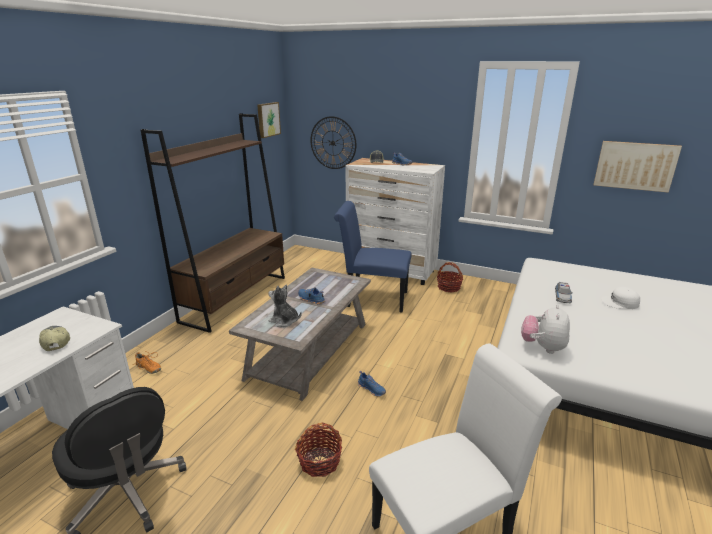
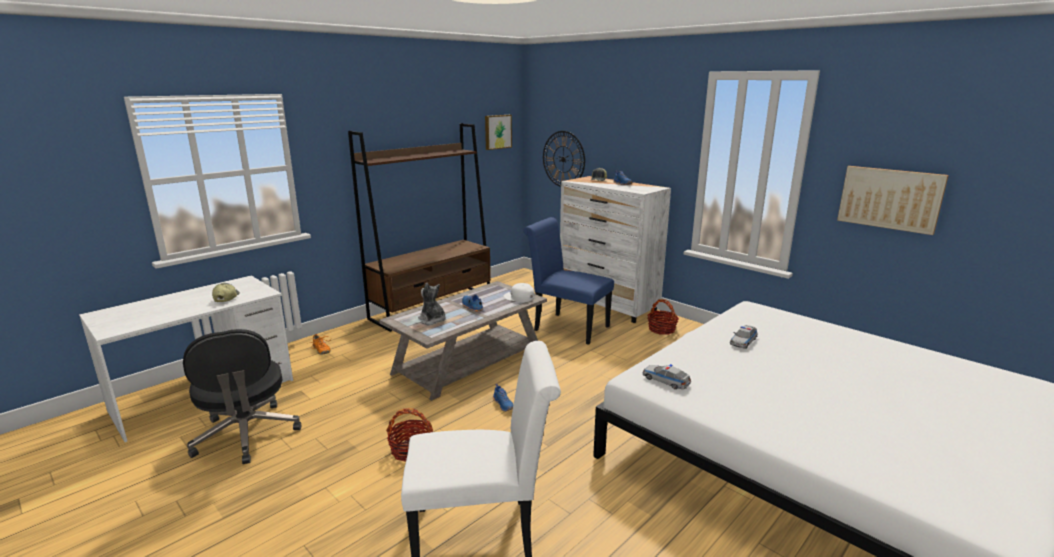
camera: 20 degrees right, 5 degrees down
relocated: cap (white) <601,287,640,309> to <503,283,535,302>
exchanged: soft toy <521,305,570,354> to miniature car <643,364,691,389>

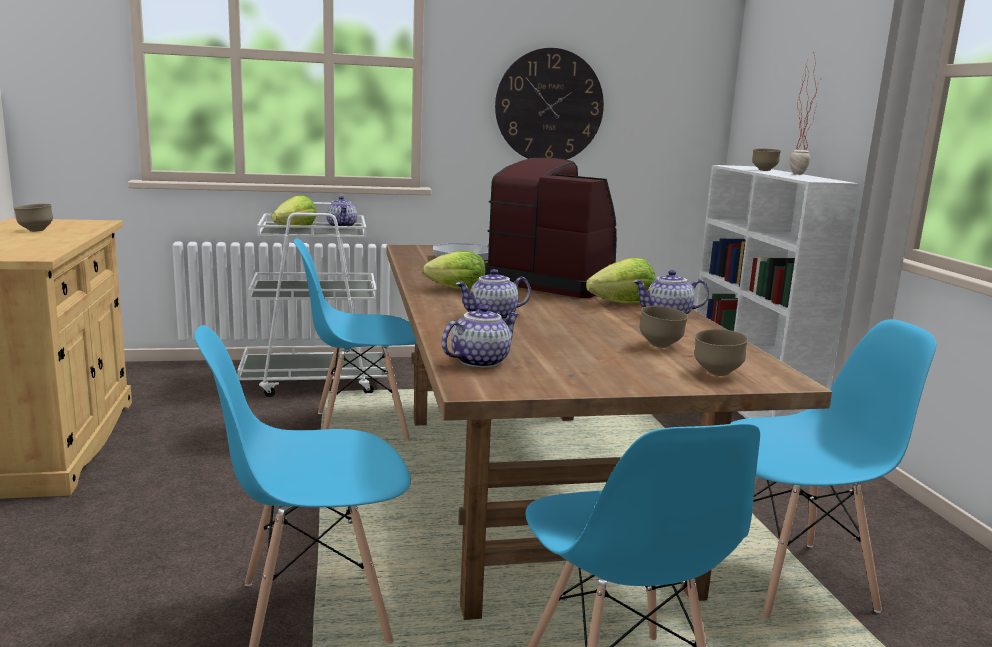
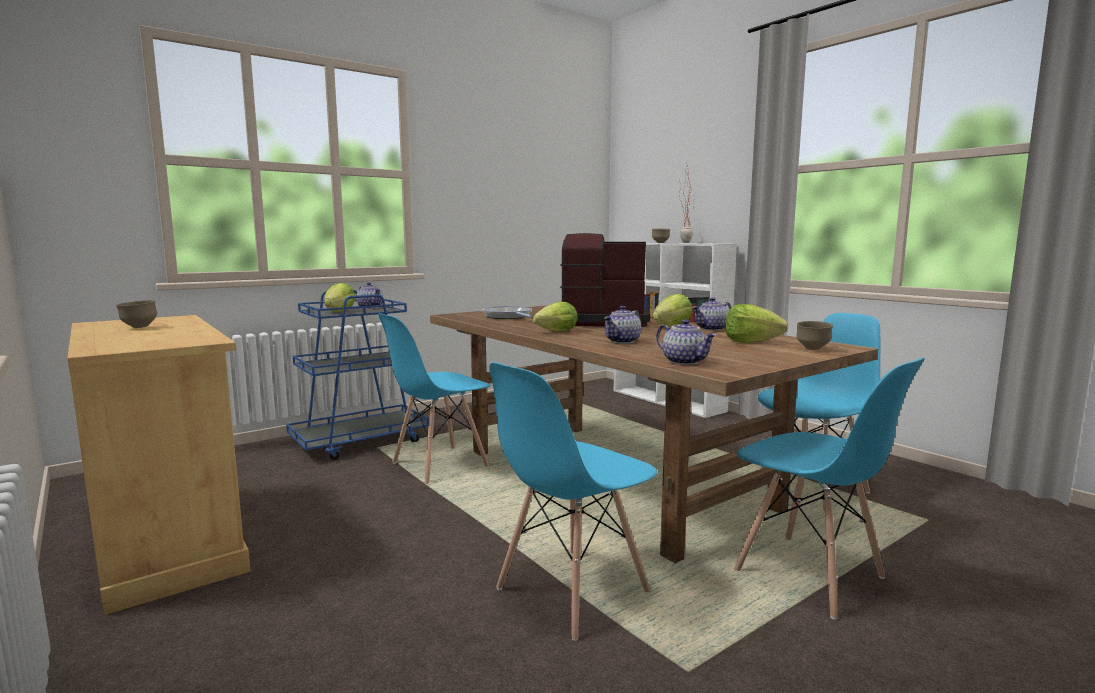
camera: 25 degrees left, 5 degrees down
missing: clock on the wall <495,48,604,160>
exchanged: deep dish (brown) <640,306,688,348> to head of lettuce <725,304,788,343>
colour: trolley (white) <237,202,387,397> to trolley (bluish) <286,290,429,460>
spun: teapot <442,305,519,368> = <656,319,716,365> 120 degrees clockwise

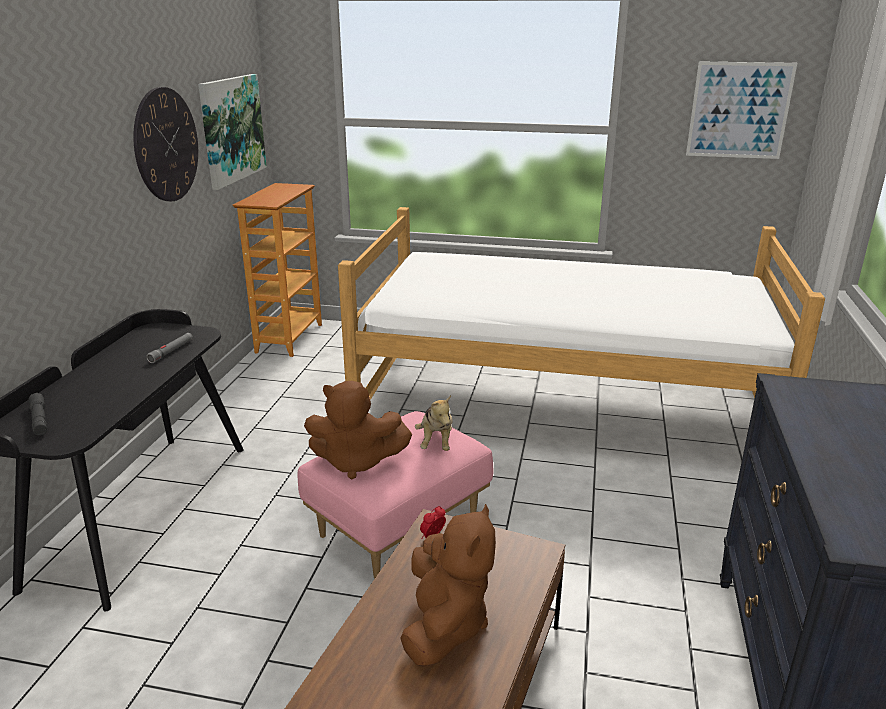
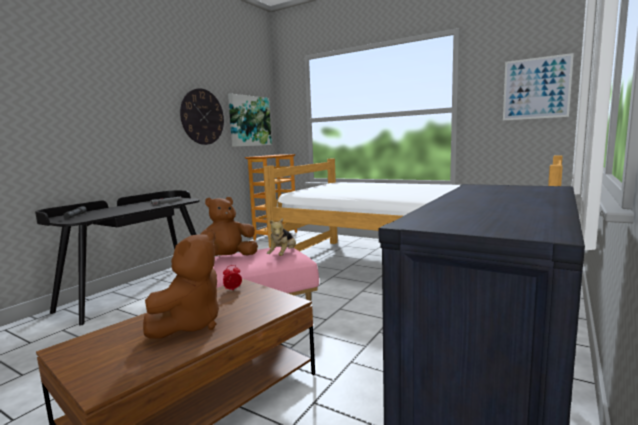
camera: 20 degrees right, 15 degrees down
spun: soft toy (brown) <304,381,412,480> = <200,197,258,256> 120 degrees clockwise

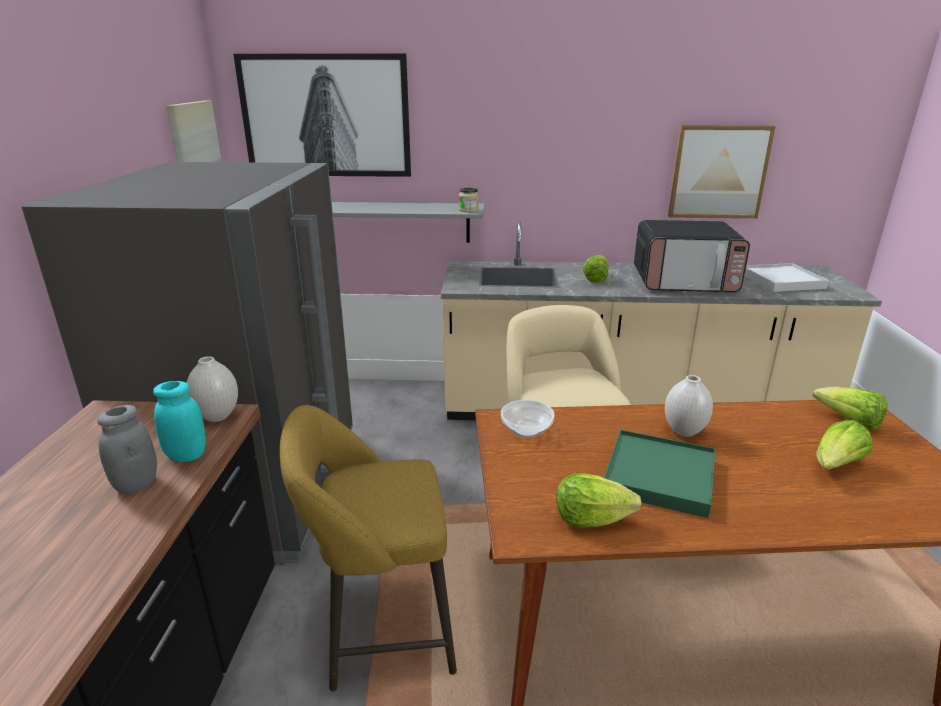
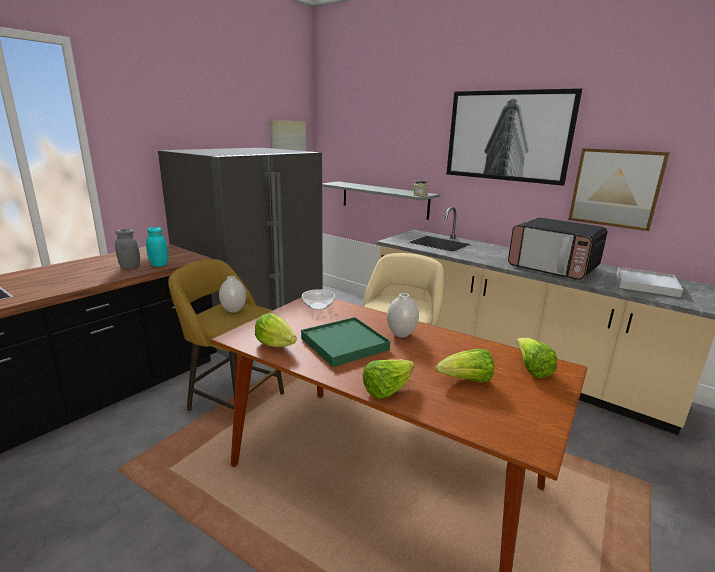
camera: 35 degrees right, 5 degrees down
relocated: vase (white) <187,356,238,422> to <219,276,246,313>; wall picture <233,53,411,177> to <447,88,582,186>; head of lettuce <583,255,609,283> to <362,359,414,399>

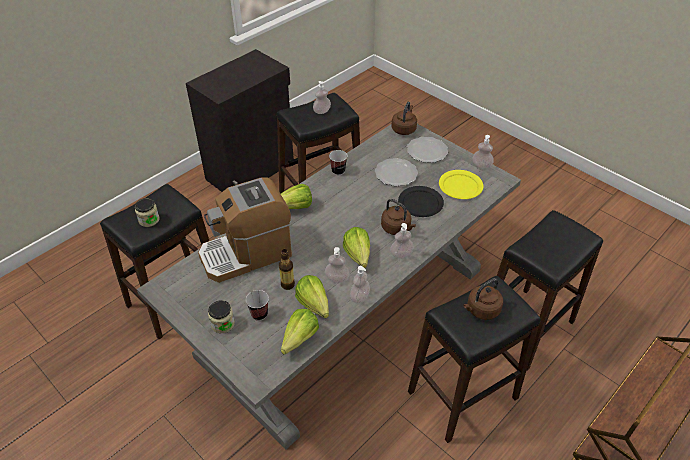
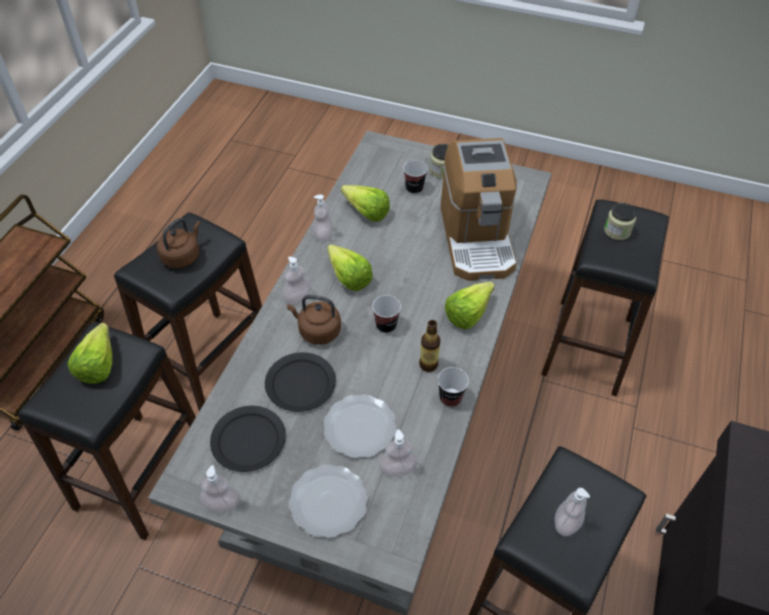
camera: 155 degrees right, 5 degrees up
missing: water kettle (brown) <391,101,417,135>
appeared: drinking cup <372,295,401,333>
relocated: drink bottle <279,249,295,290> to <419,320,440,372>; head of lettuce <281,309,319,355> to <67,323,112,384>; soap bottle <325,247,350,283> to <379,429,417,477>
colour: plate (yellow) <439,170,483,199> to plate (black) <210,406,286,472>
spun: coffee machine <198,177,292,283> = <441,138,517,281> 135 degrees clockwise

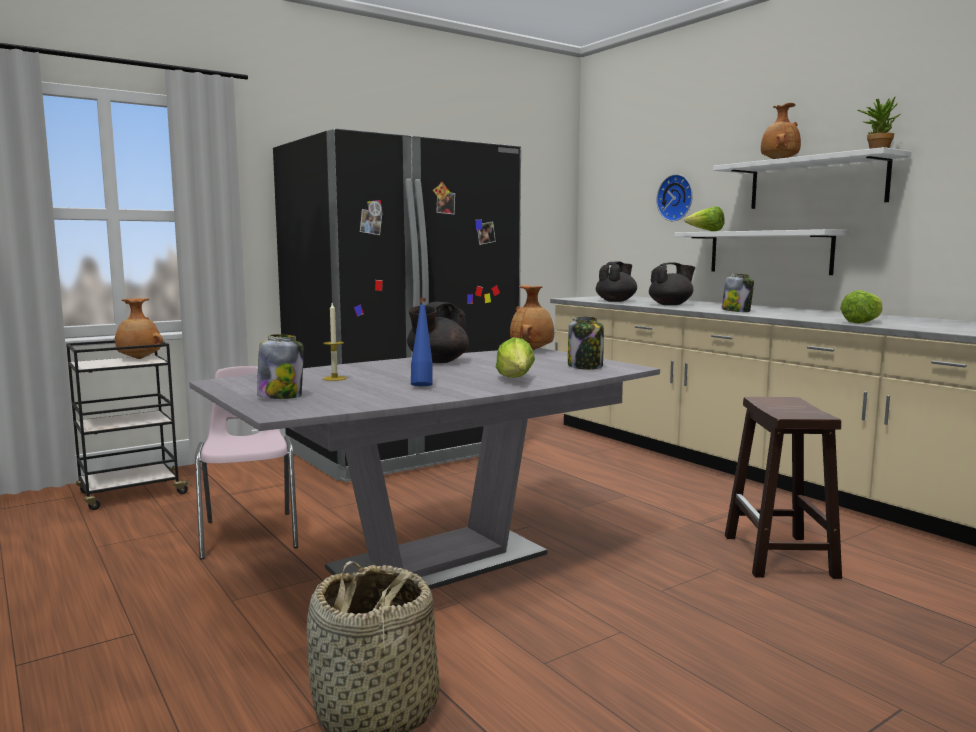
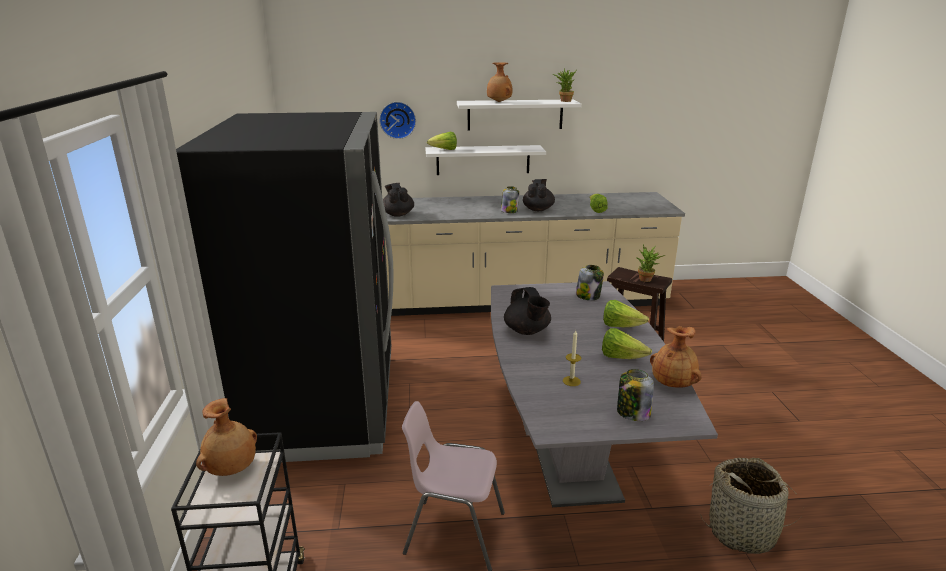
camera: 60 degrees left, 15 degrees up
appeared: plant in a pot <636,245,665,282>
relocated: vase (brown) <510,285,554,350> to <650,326,702,388>; teapot (black) <649,262,695,305> to <523,179,555,211>
exchanged: drink bottle (bluish) <411,298,433,386> to head of lettuce <602,328,652,359>

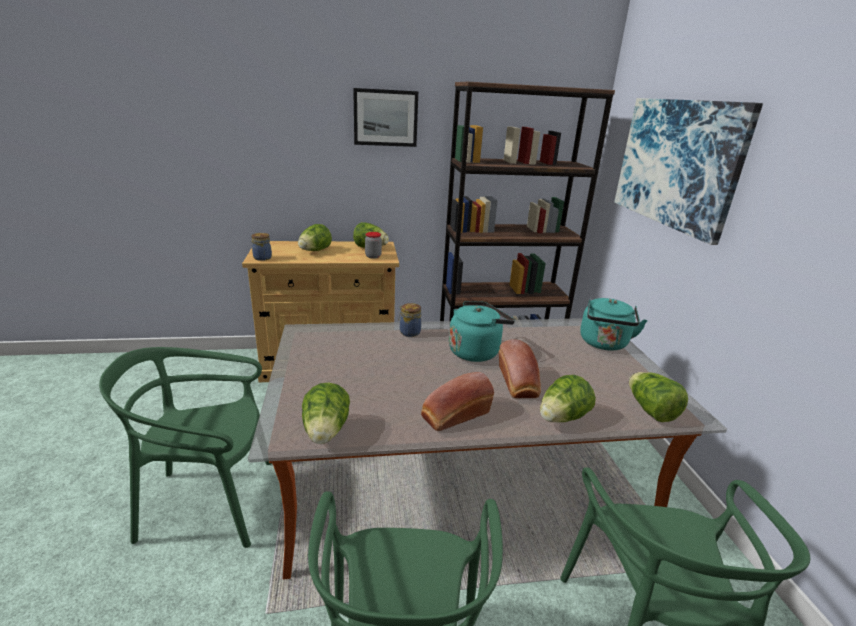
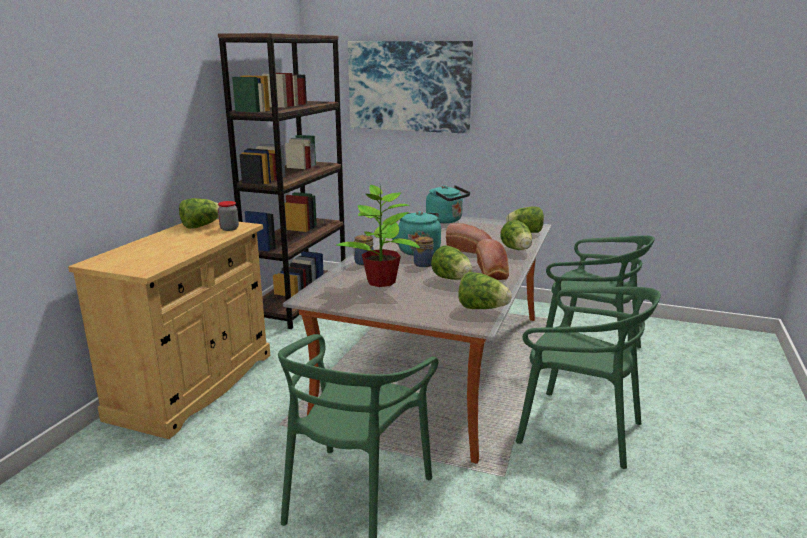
camera: 60 degrees left, 5 degrees down
missing: wall picture <353,88,418,147>
appeared: plant in a pot <336,185,420,287>
relocated: storage jar <251,233,272,261> to <412,236,434,267>; head of lettuce <298,224,332,251> to <431,245,473,280>

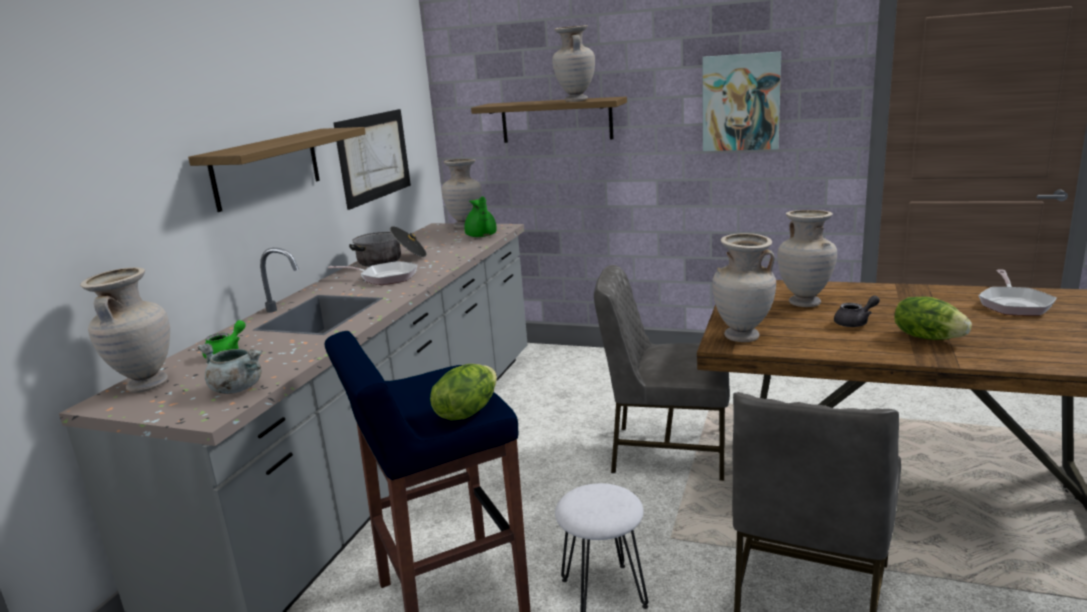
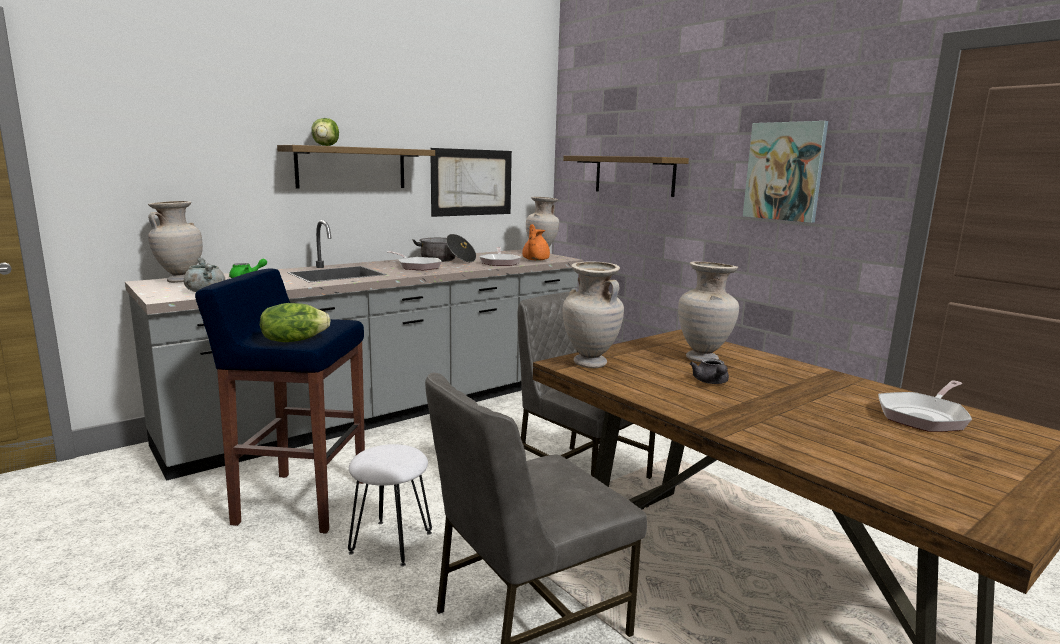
camera: 30 degrees right, 5 degrees down
missing: vase (beige) <552,25,595,102>
appeared: skillet <479,247,521,266>
relocated: head of lettuce <894,296,972,340> to <311,118,339,146>
colour: teapot (green) <464,196,497,237> to teapot (orangey) <522,224,550,261>
spun: teapot (grey) <834,295,880,327> = <690,358,729,384> 75 degrees clockwise

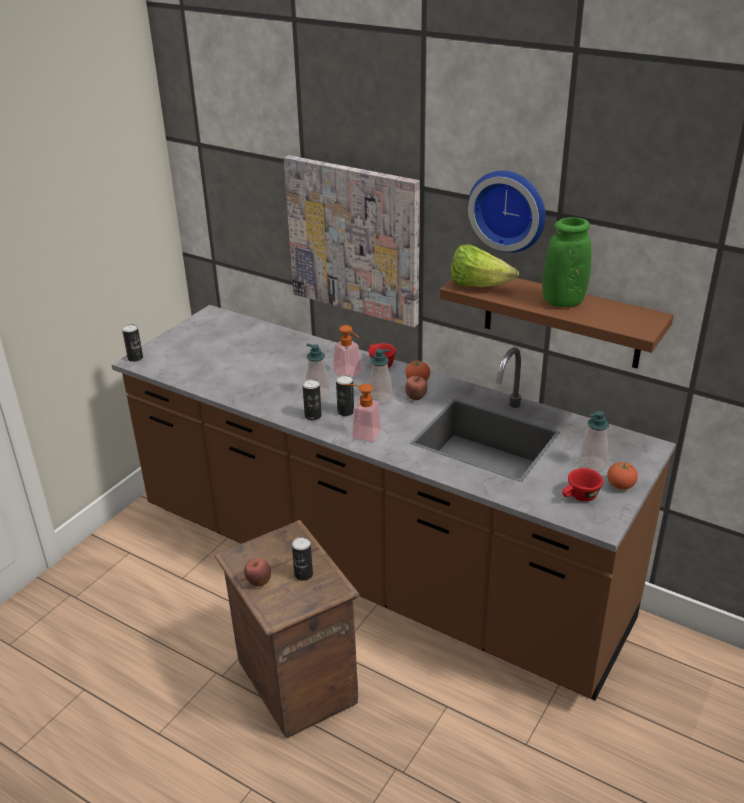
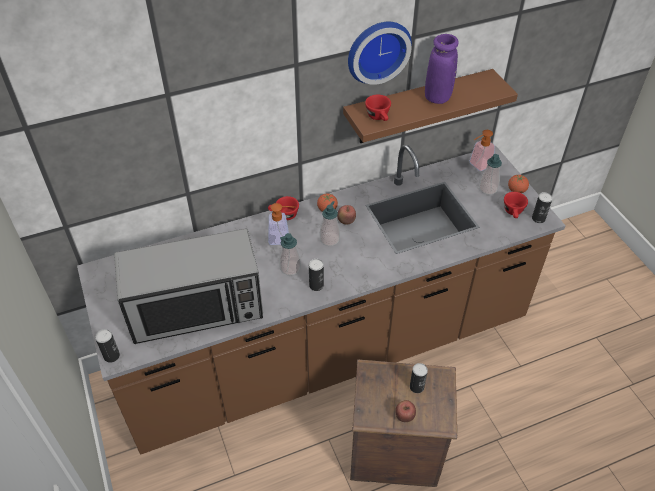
camera: 55 degrees left, 15 degrees up
missing: wall picture <284,155,420,327>
appeared: microwave <114,229,263,344>
relocated: metal can <336,375,354,416> to <532,192,553,223>; soap bottle <343,384,382,443> to <470,130,495,171>
exchanged: head of lettuce <451,244,519,287> to drinking cup (reddish) <365,95,391,121>
colour: vase (green) <542,217,591,307> to vase (purplish) <425,34,459,104>

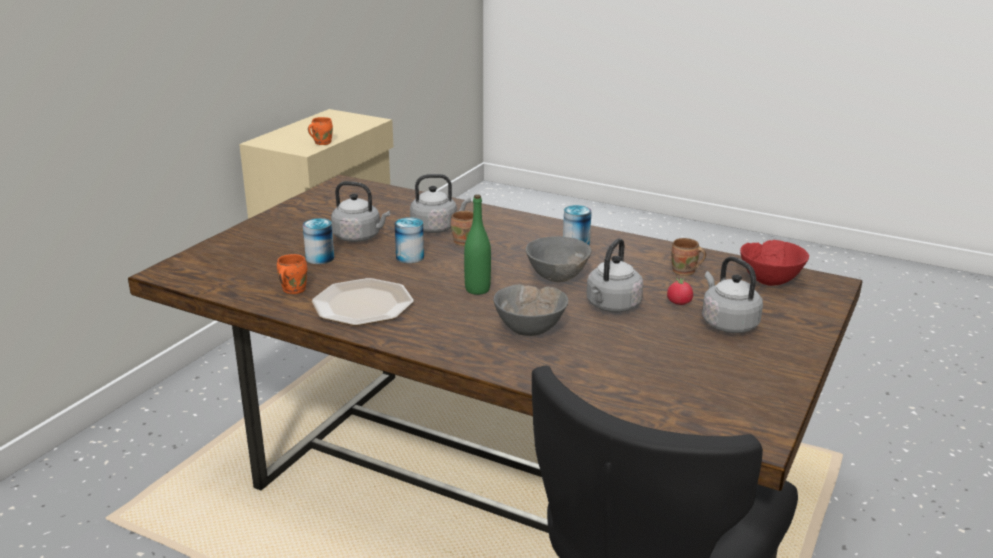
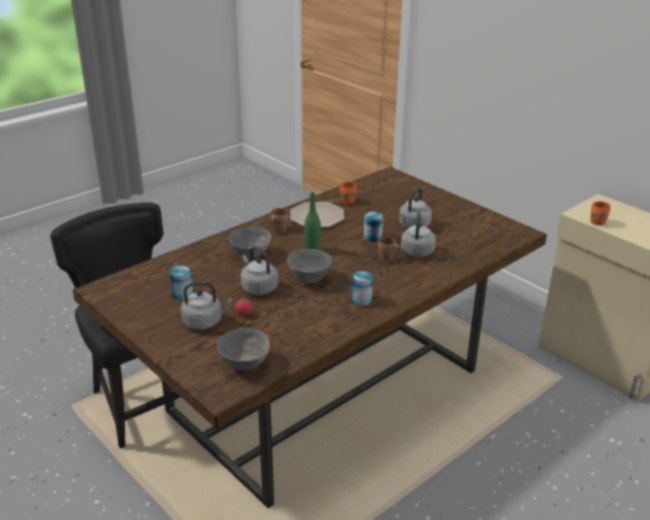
camera: 110 degrees right, 5 degrees up
relocated: metal can <303,218,334,264> to <170,265,193,301>; mug (brown) <671,238,706,276> to <271,208,289,232>
colour: deep dish (reddish) <740,240,809,286> to deep dish (grey) <217,328,270,370>

